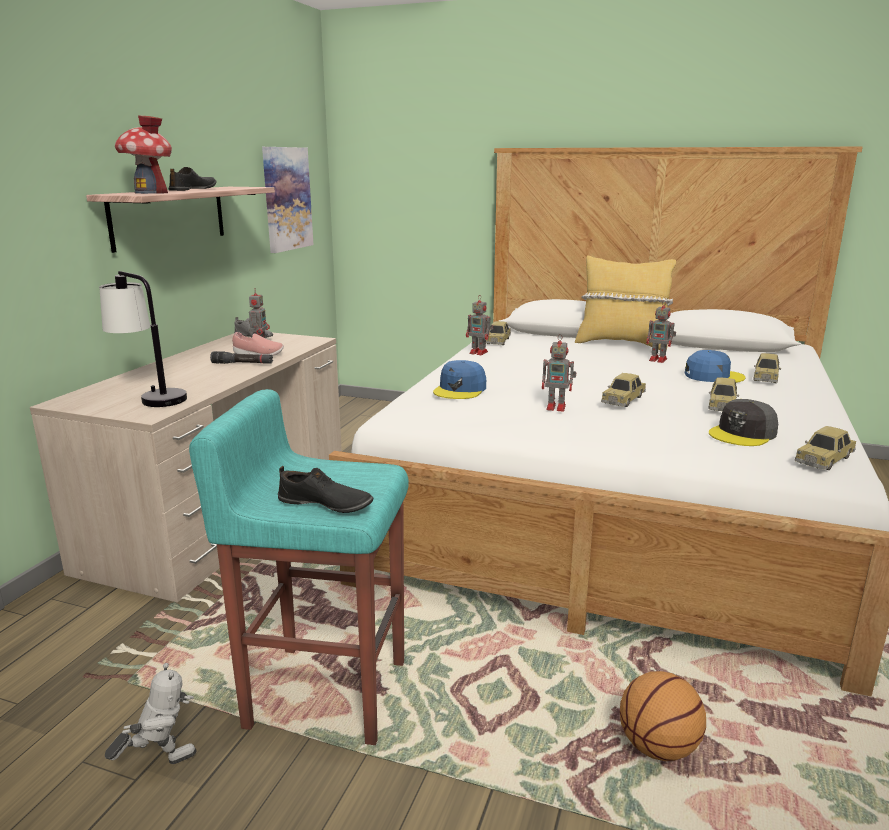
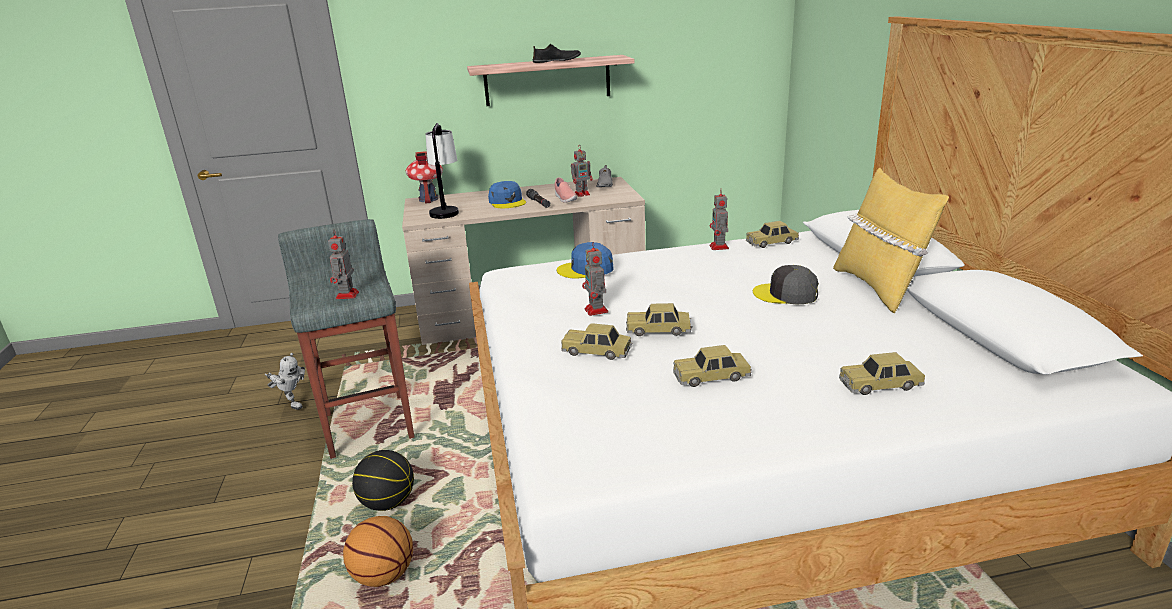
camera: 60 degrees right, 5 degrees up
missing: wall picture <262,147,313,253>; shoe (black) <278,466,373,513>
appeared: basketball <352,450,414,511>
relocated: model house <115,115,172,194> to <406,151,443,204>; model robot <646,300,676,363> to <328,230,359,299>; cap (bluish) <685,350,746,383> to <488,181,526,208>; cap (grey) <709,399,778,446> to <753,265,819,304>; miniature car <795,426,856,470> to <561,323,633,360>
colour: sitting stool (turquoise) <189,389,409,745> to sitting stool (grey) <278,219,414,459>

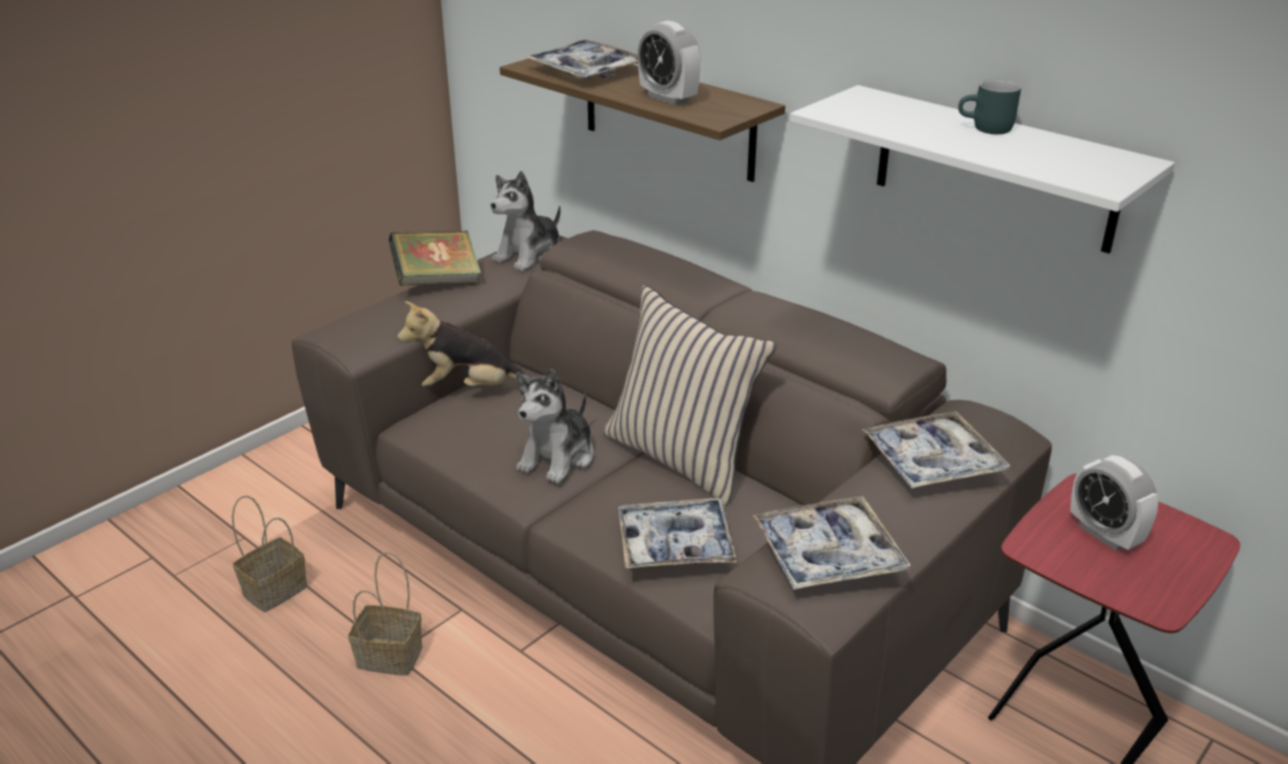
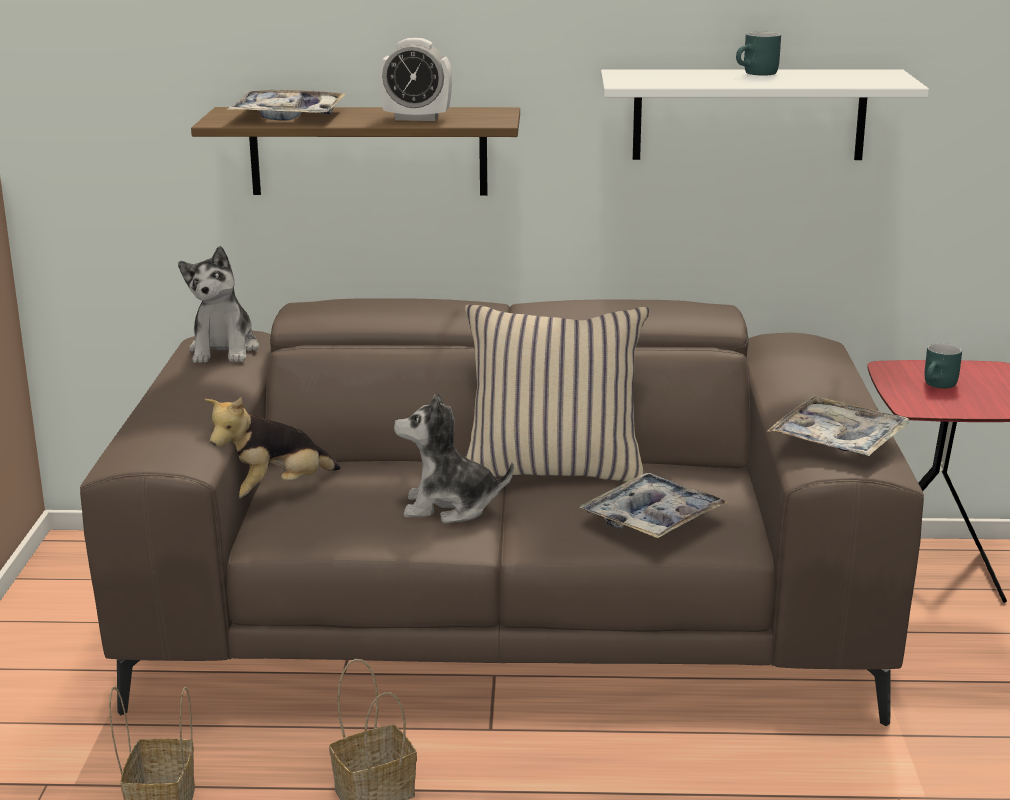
camera: 40 degrees left, 10 degrees down
missing: volume <389,231,481,285>; tray <862,411,1010,488>
exchanged: alarm clock <1070,455,1158,551> to mug (turquoise) <925,343,962,388>
spun: soft toy <516,369,593,483> = <394,393,514,523> 105 degrees clockwise

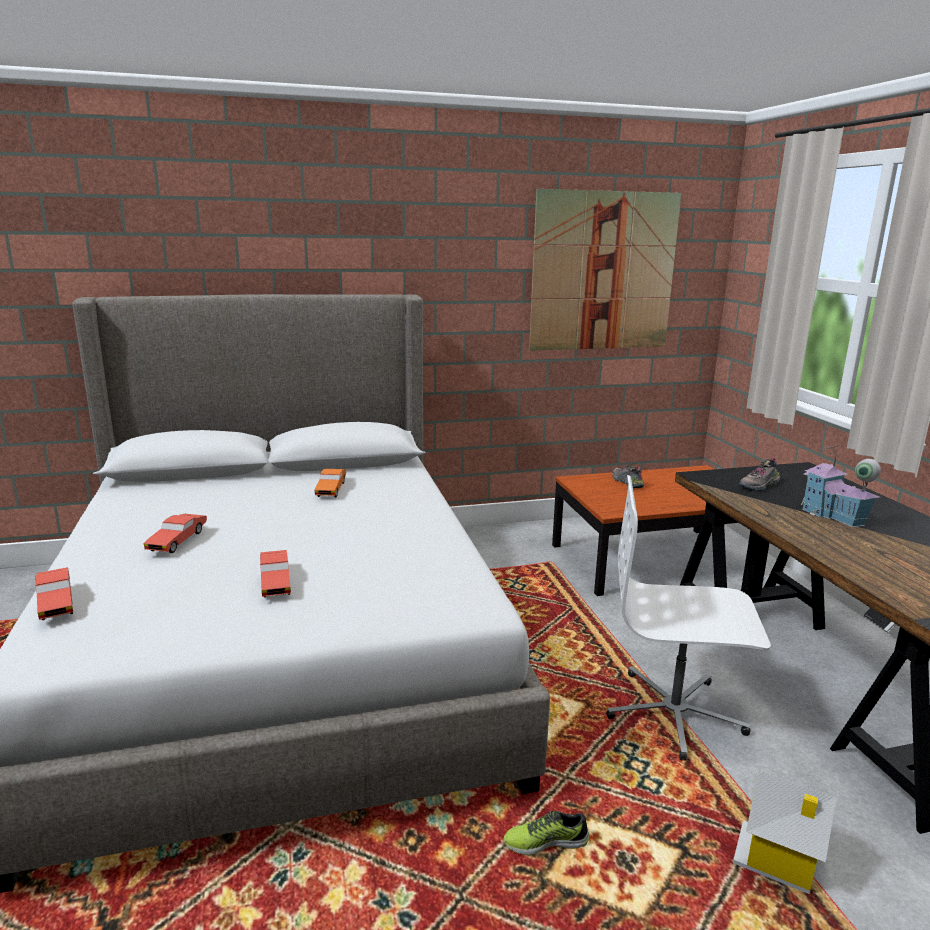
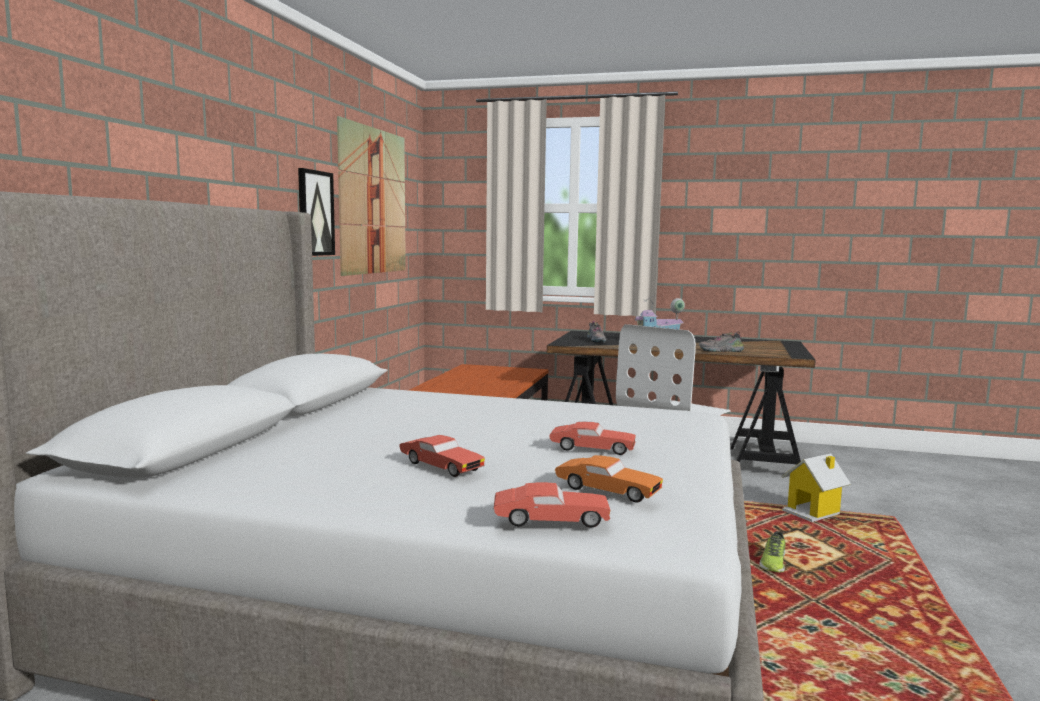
camera: 60 degrees left, 10 degrees down
appeared: wall picture <298,168,335,256>
relocated: miniature car (orangey) <315,469,346,497> to <555,455,663,502>; shoe <613,465,645,488> to <699,331,744,352>

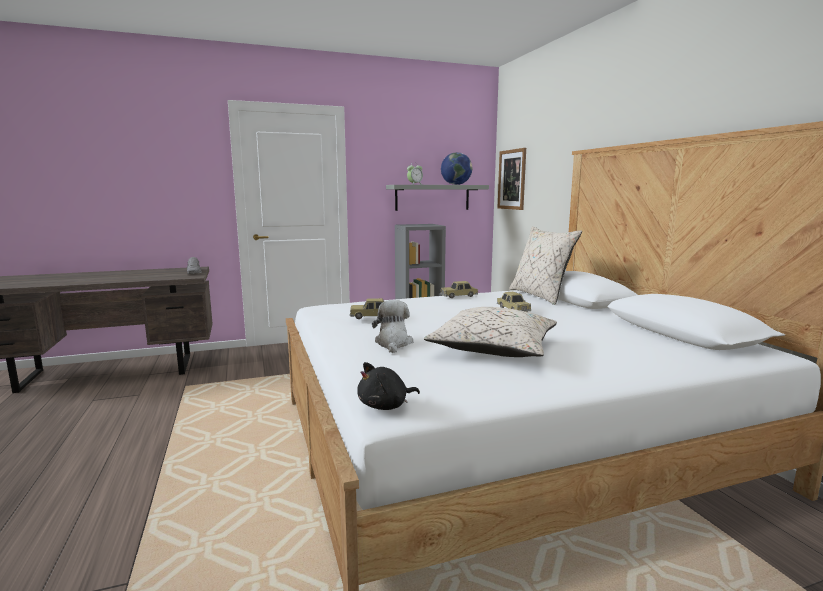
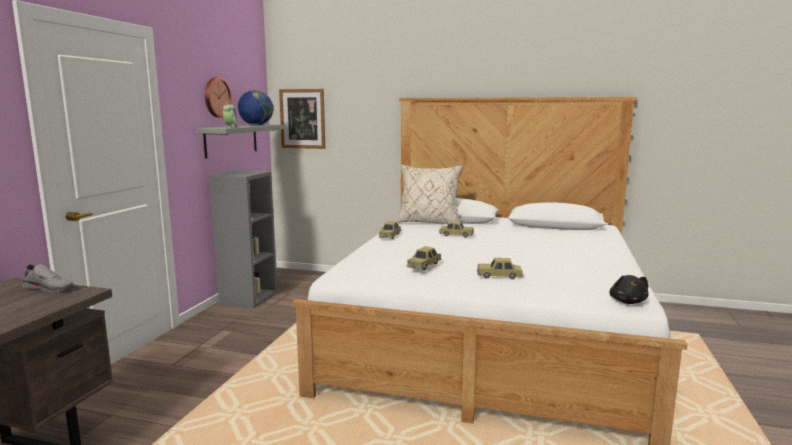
camera: 55 degrees left, 0 degrees up
missing: pillow (beige) <424,307,557,357>
appeared: clock on the wall <205,78,232,117>
exchanged: soft toy <372,300,413,353> to miniature car <477,258,524,279>

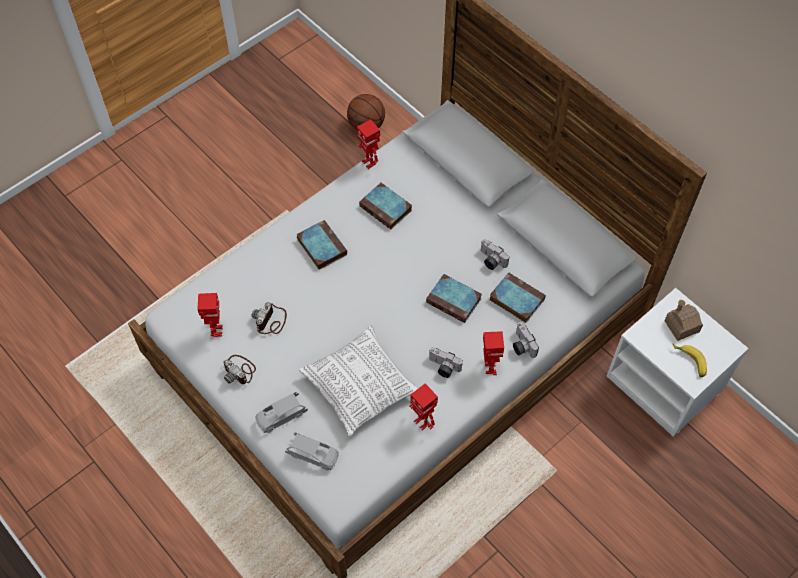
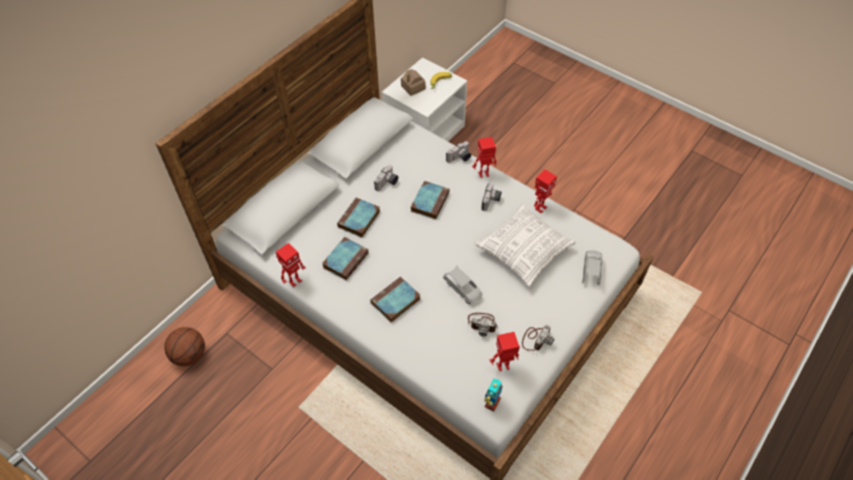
camera: 100 degrees left, 5 degrees down
appeared: model robot <484,378,502,411>
relocated: miniature car (grey) <255,392,308,433> to <443,266,482,304>; volume <489,272,546,323> to <337,197,380,238>

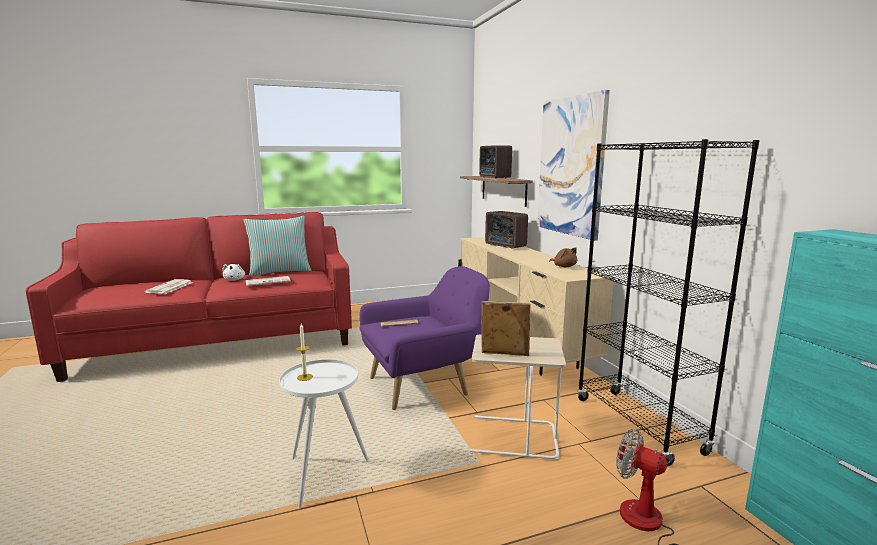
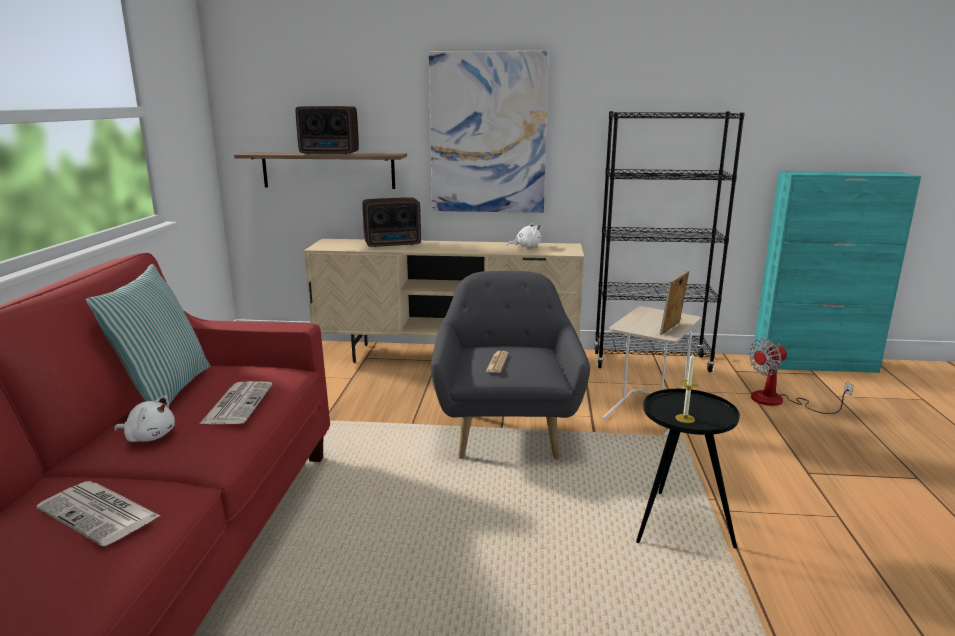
camera: 65 degrees left, 5 degrees up
colour: end table (white) <279,359,369,509> to end table (black) <636,389,740,549>; easy chair (purplish) <360,266,490,410> to easy chair (grey) <431,271,590,459>; soft toy (brown) <549,247,577,267> to soft toy (white) <507,223,541,247>

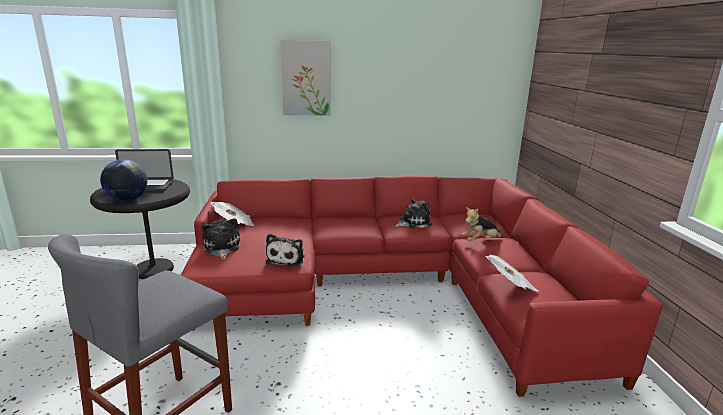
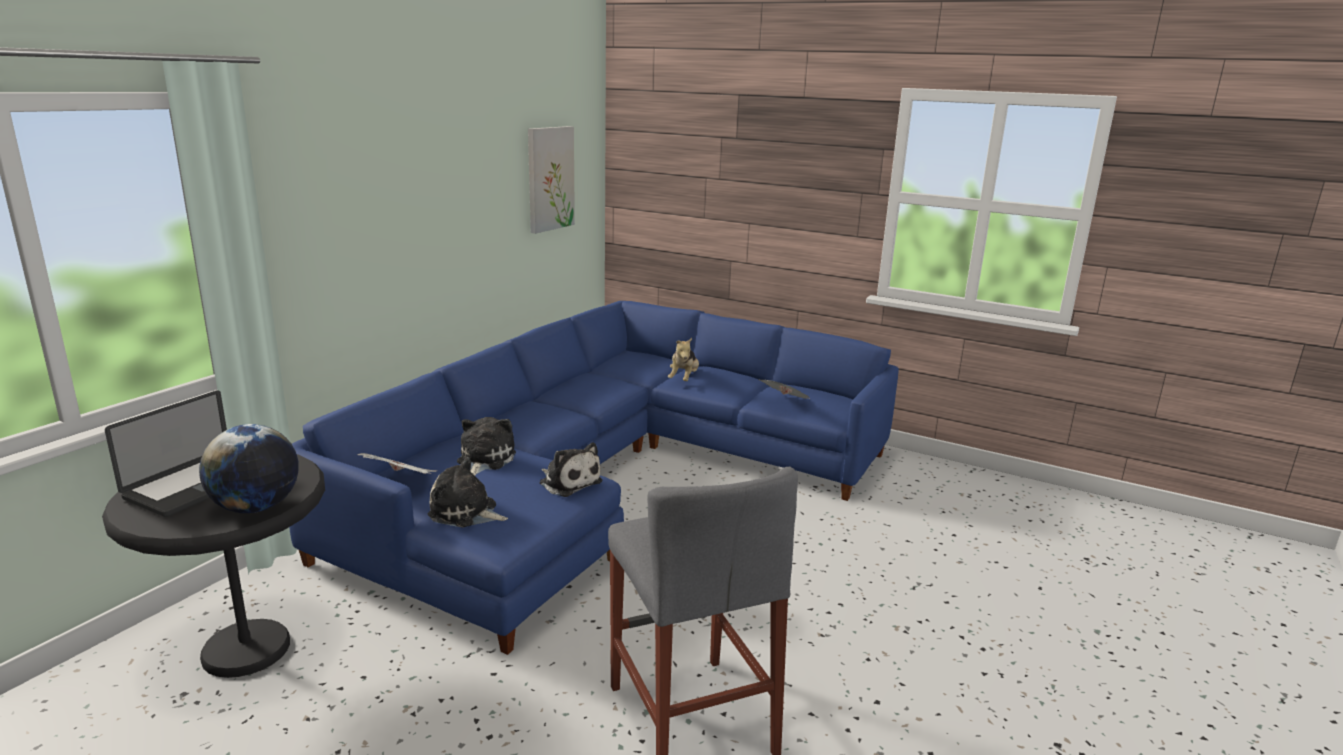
camera: 55 degrees left, 0 degrees up
relocated: wall picture <280,40,330,116> to <528,126,575,234>; soft toy <395,198,432,228> to <457,417,516,475>
colour: sofa (reddish) <181,176,663,397> to sofa (bluish) <289,301,899,655>

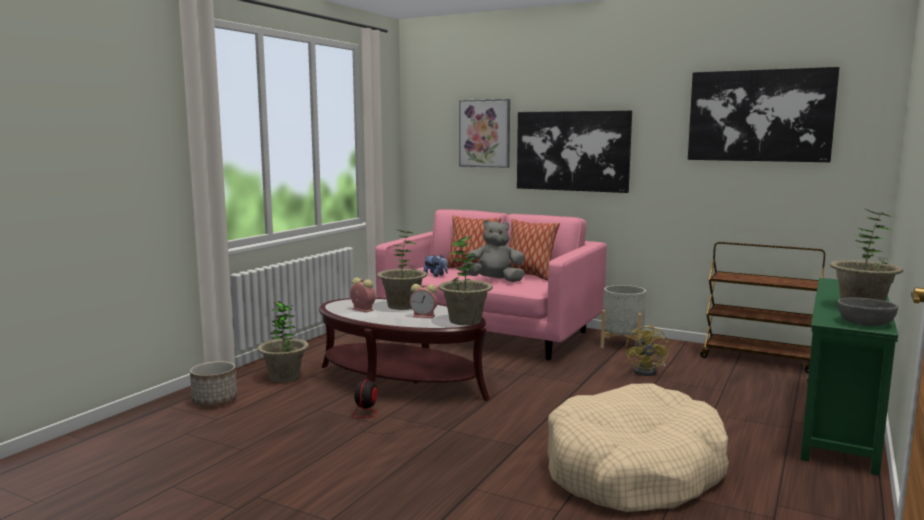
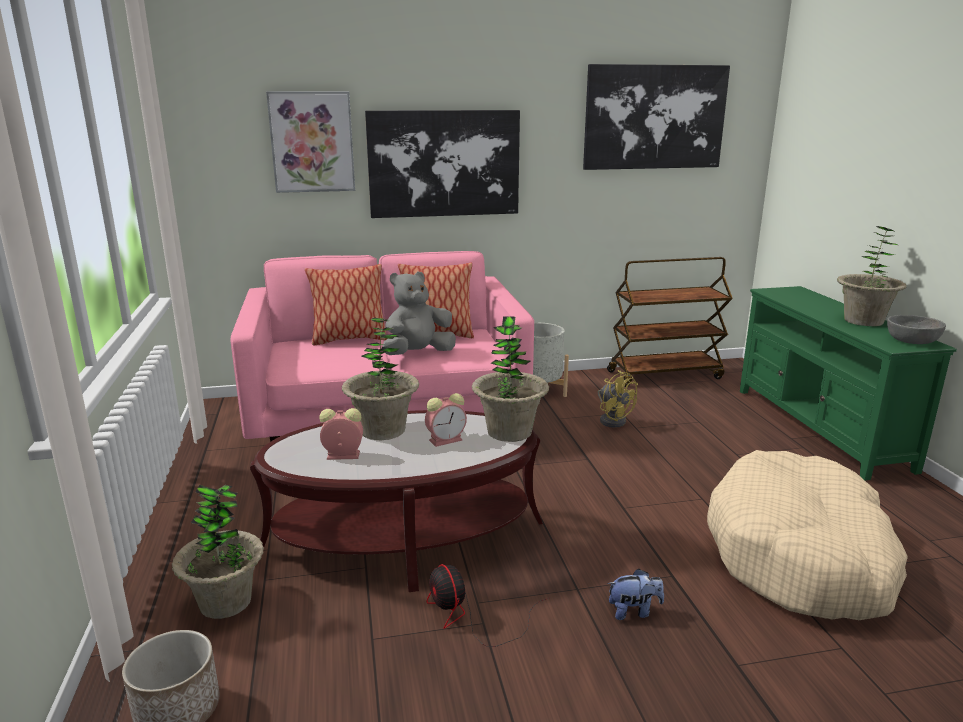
camera: 40 degrees left, 10 degrees up
relocated: soft toy <423,255,448,277> to <607,569,664,620>

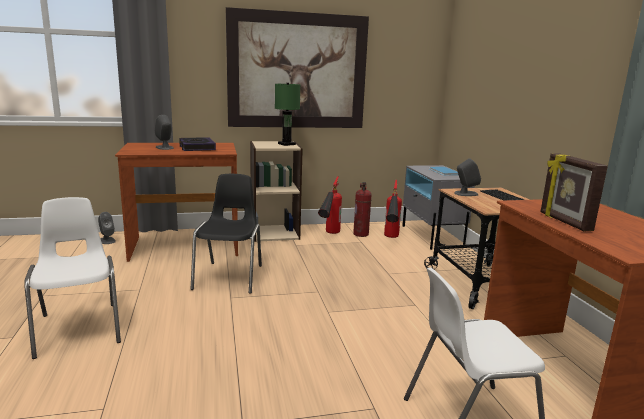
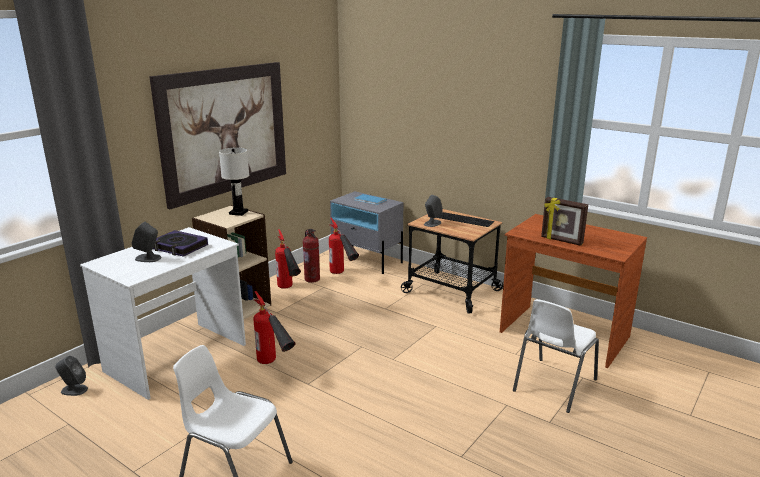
camera: 40 degrees left, 5 degrees up
exchanged: chair (black) <191,174,262,294> to fire extinguisher <253,291,296,364>
colour: desk table (brown) <115,143,238,262> to desk table (white) <80,227,246,400>; table lamp (green) <275,83,300,146> to table lamp (white) <219,148,249,216>

